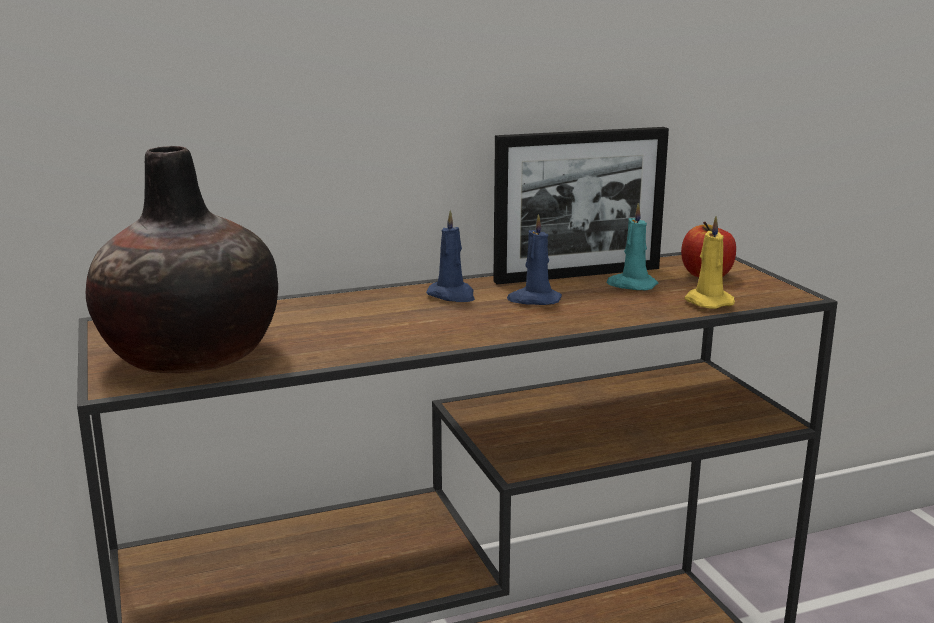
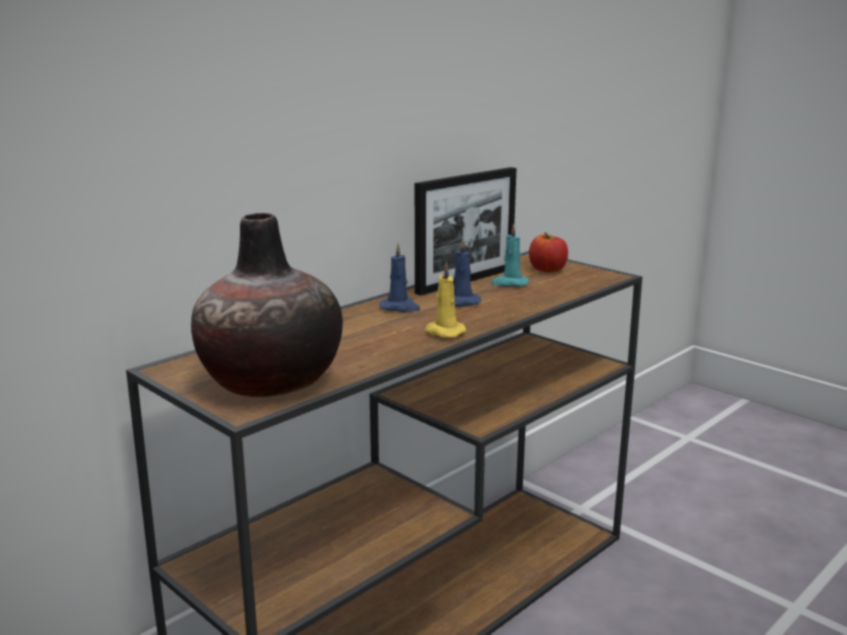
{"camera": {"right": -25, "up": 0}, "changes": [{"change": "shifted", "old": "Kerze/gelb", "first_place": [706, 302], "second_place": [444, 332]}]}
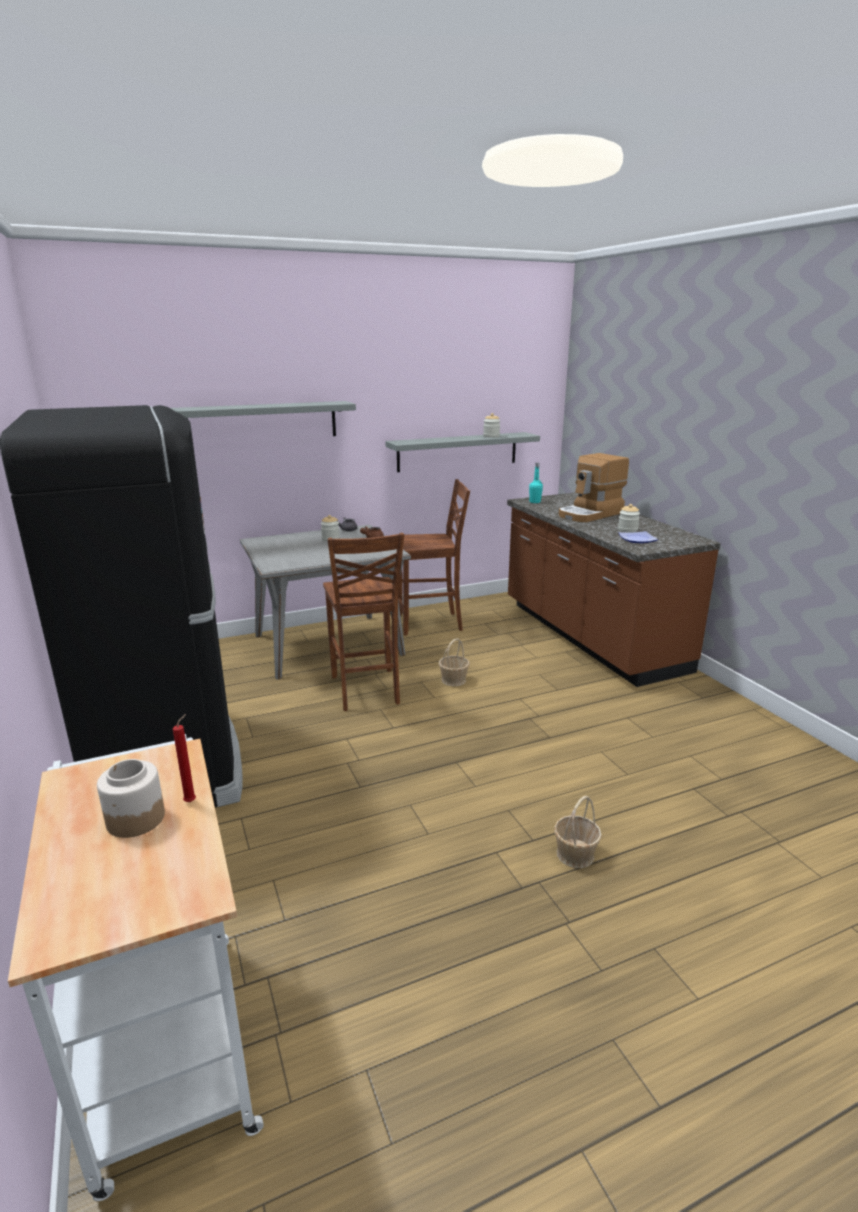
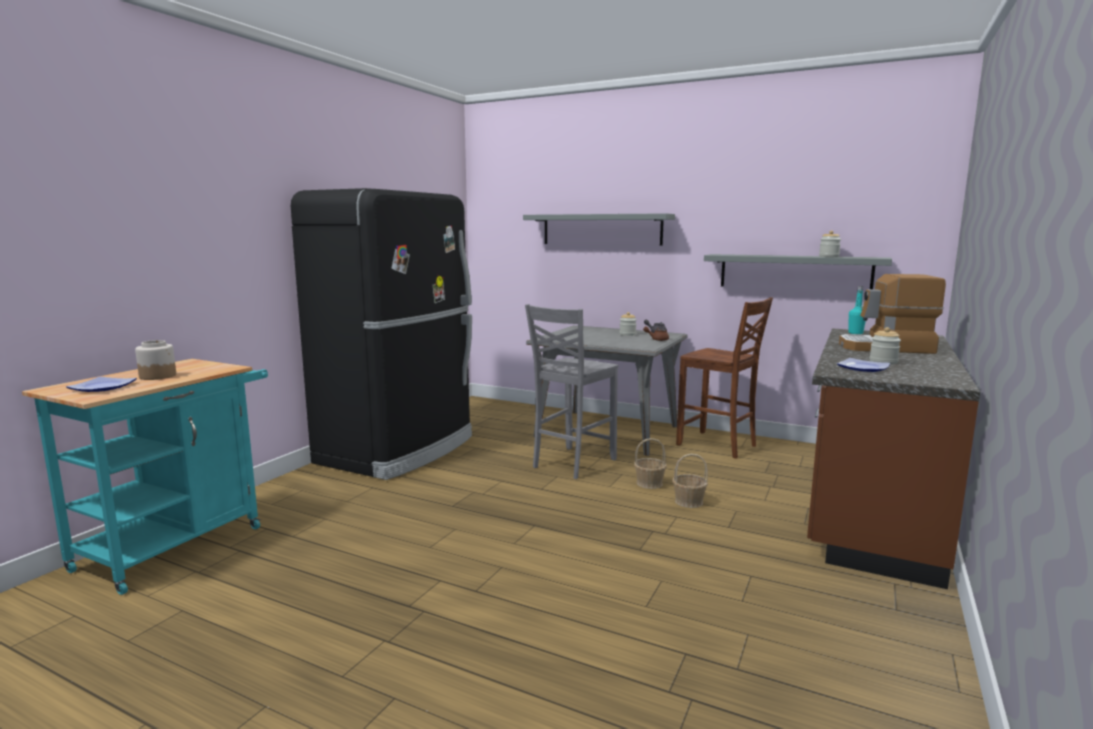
{"camera": {"right": 50, "up": -10}, "changes": [{"change": "gone", "old": "Kerze/rot", "first_place": [192, 801]}, {"change": "new", "new": "Teller", "second_place": [104, 387]}, {"change": "shifted", "old": "Korb", "first_place": [574, 854], "second_place": [688, 501]}, {"change": "repainted", "old": "Rollwagen/weiß", "new": "Rollwagen/türkis", "first_place": [169, 1035], "second_place": [179, 543]}, {"change": "repainted", "old": "Stuhl/braun", "new": "Stuhl/grau", "first_place": [366, 691], "second_place": [571, 463]}]}
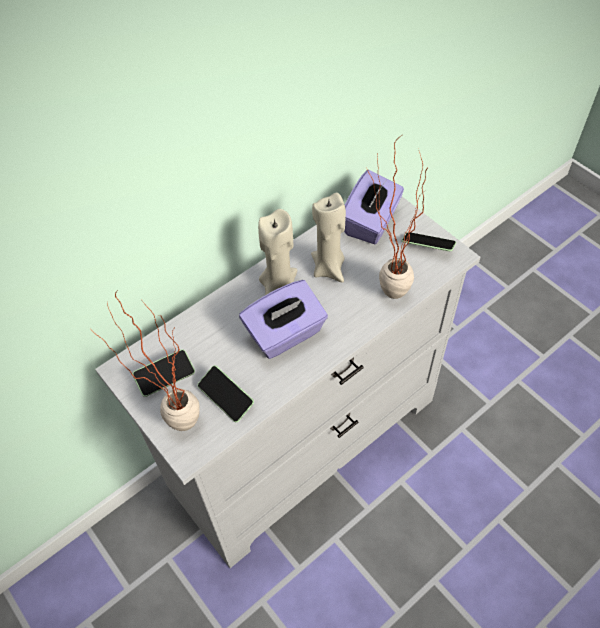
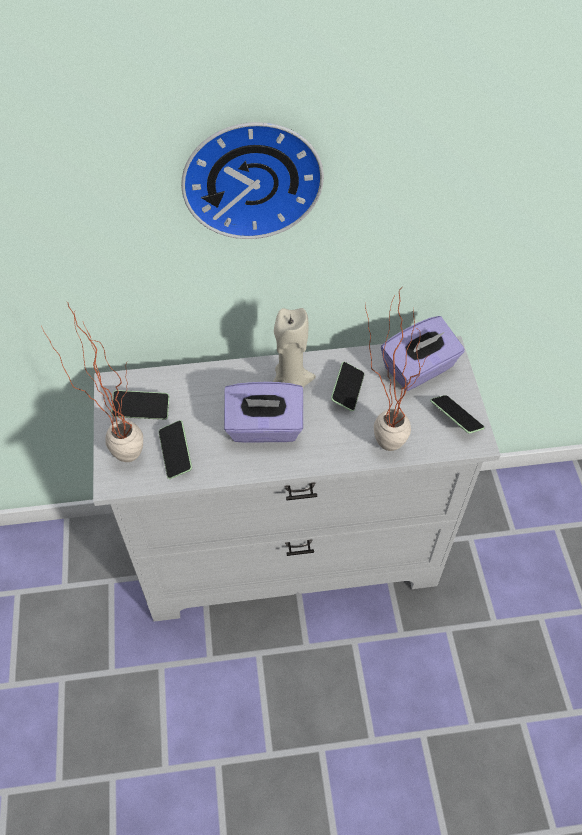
{"camera": {"right": 30, "up": 0}, "changes": [{"change": "new", "new": "Wanduhr", "second_place": [251, 176]}, {"change": "swapped", "old": "Kerze/beige", "new": "Handy", "first_place": [329, 268], "second_place": [347, 391]}]}
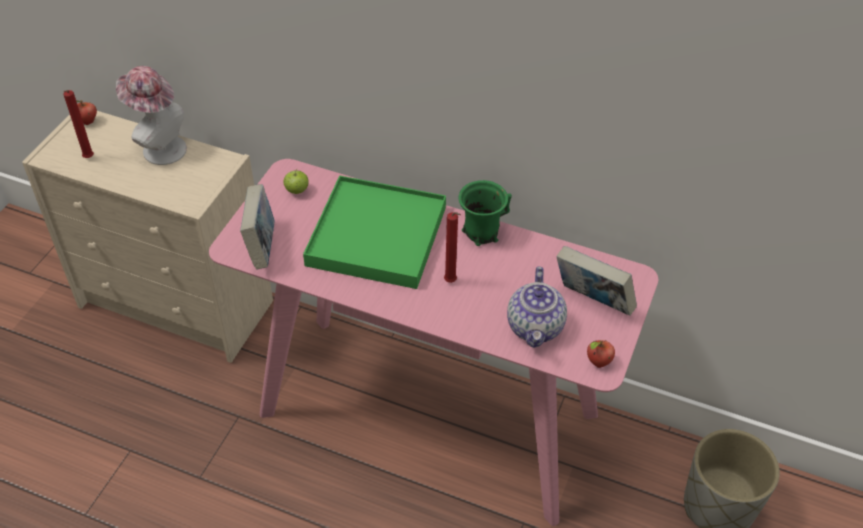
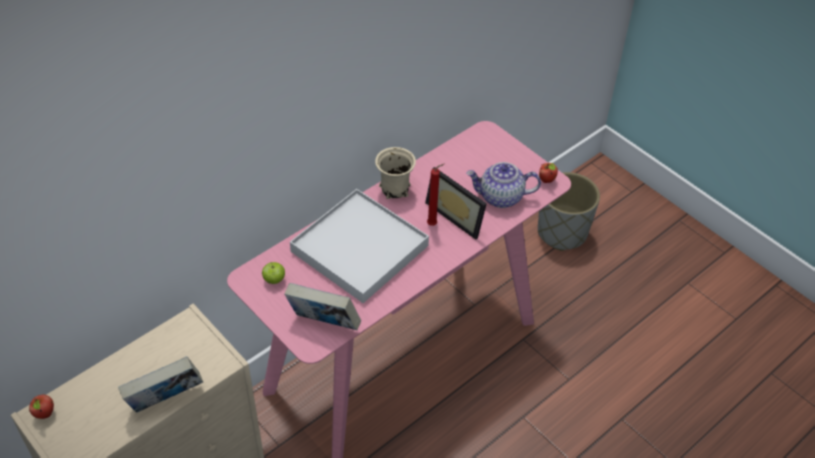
{"camera": {"right": -65, "up": 0}, "changes": [{"change": "gone", "old": "Kerze/rot", "first_place": [88, 159]}, {"change": "gone", "old": "Hut", "first_place": [159, 148]}, {"change": "new", "new": "Bilderrahmen", "second_place": [458, 214]}, {"change": "shifted", "old": "Buch", "first_place": [592, 301], "second_place": [166, 401]}, {"change": "repainted", "old": "Tablett/grün", "new": "Tablett/weiß", "first_place": [376, 236], "second_place": [359, 248]}, {"change": "repainted", "old": "Henkelbecher/grün", "new": "Henkelbecher/beige", "first_place": [481, 231], "second_place": [394, 189]}, {"change": "rotated", "old": "Teekanne", "first_place": [536, 327], "second_place": [500, 197], "degrees": 150}]}
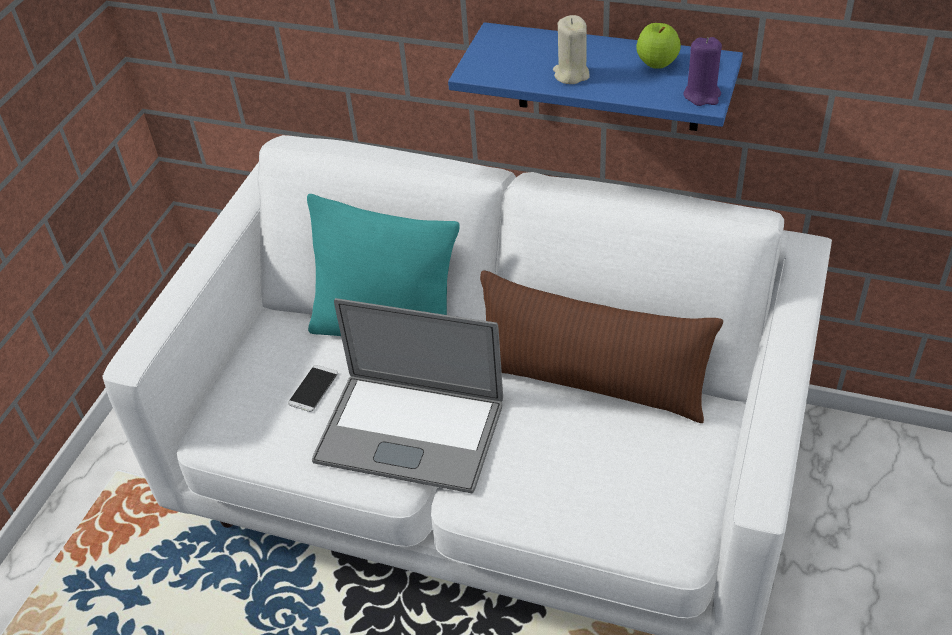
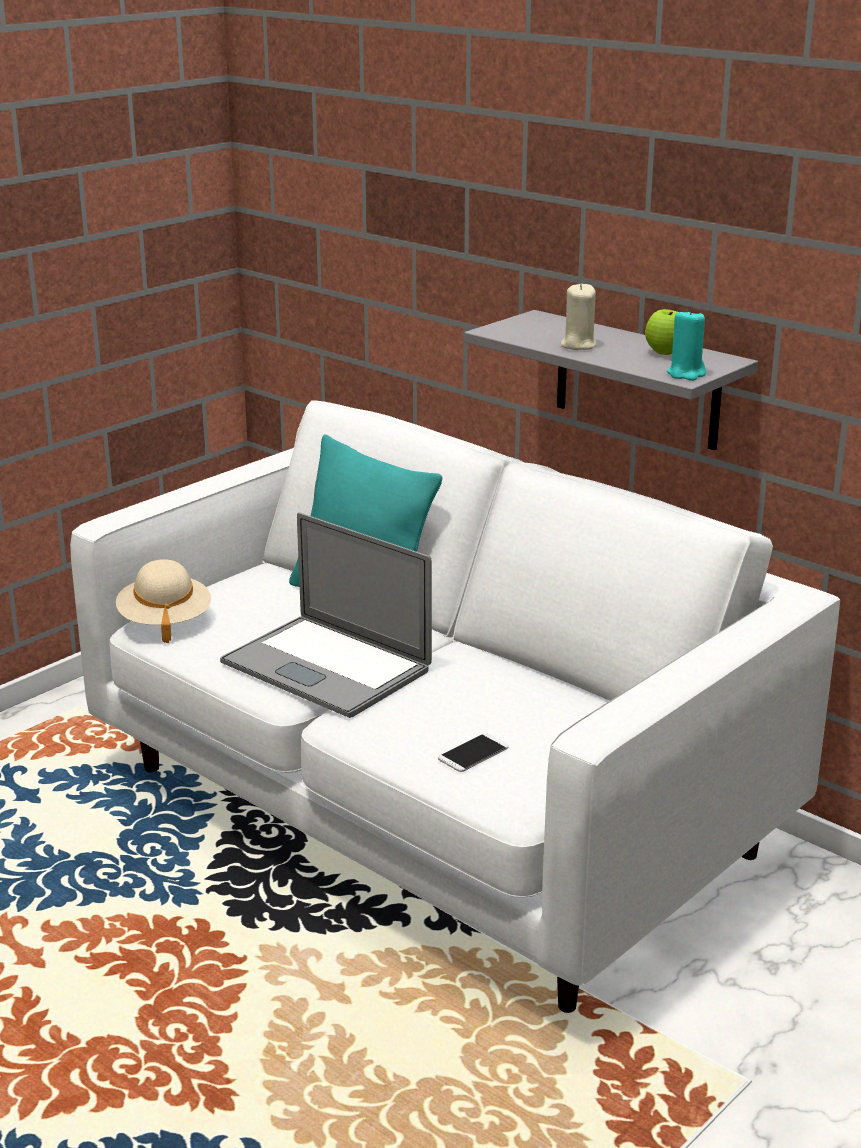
{"camera": {"right": 20, "up": -20}, "changes": [{"change": "gone", "old": "Kissen/braun", "first_place": [591, 383]}, {"change": "new", "new": "Hut/beige", "second_place": [165, 621]}, {"change": "shifted", "old": "Handy", "first_place": [313, 389], "second_place": [473, 754]}, {"change": "repainted", "old": "Wandregal/blau", "new": "Wandregal/grau", "first_place": [608, 77], "second_place": [637, 380]}, {"change": "repainted", "old": "Kerze/lila", "new": "Kerze/türkis", "first_place": [702, 95], "second_place": [686, 374]}]}
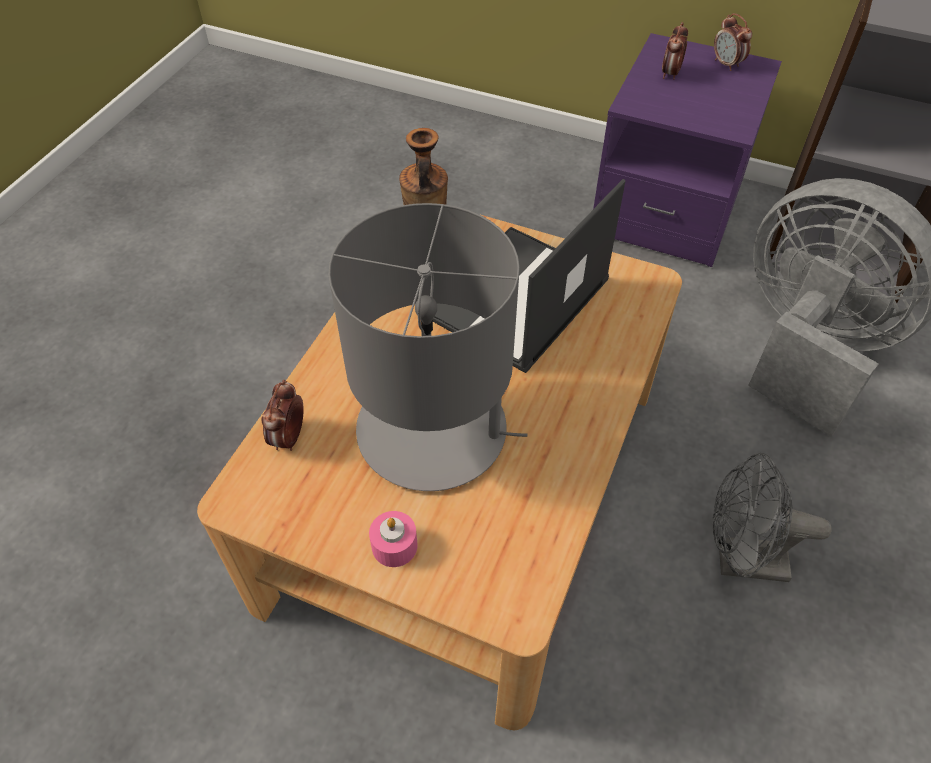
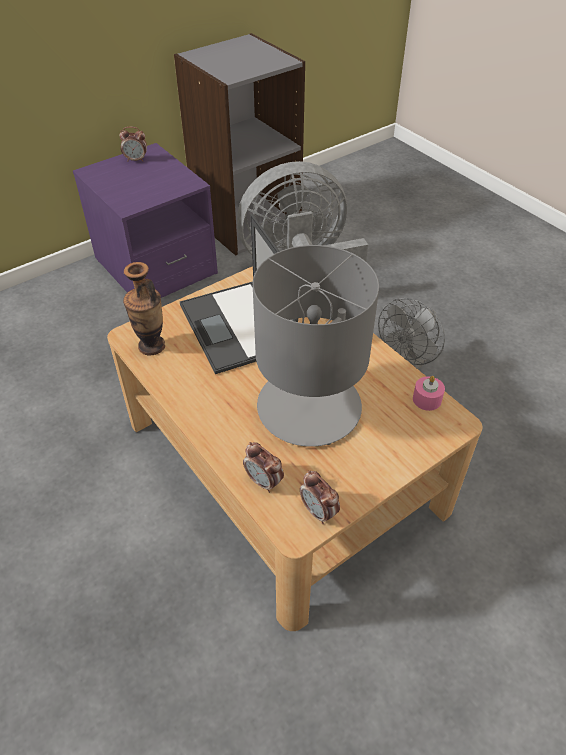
{"camera": {"right": -60, "up": -5}, "changes": [{"change": "shifted", "old": "Kerze/rosa", "first_place": [394, 546], "second_place": [427, 399]}, {"change": "shifted", "old": "Wecker", "first_place": [670, 74], "second_place": [318, 512]}]}
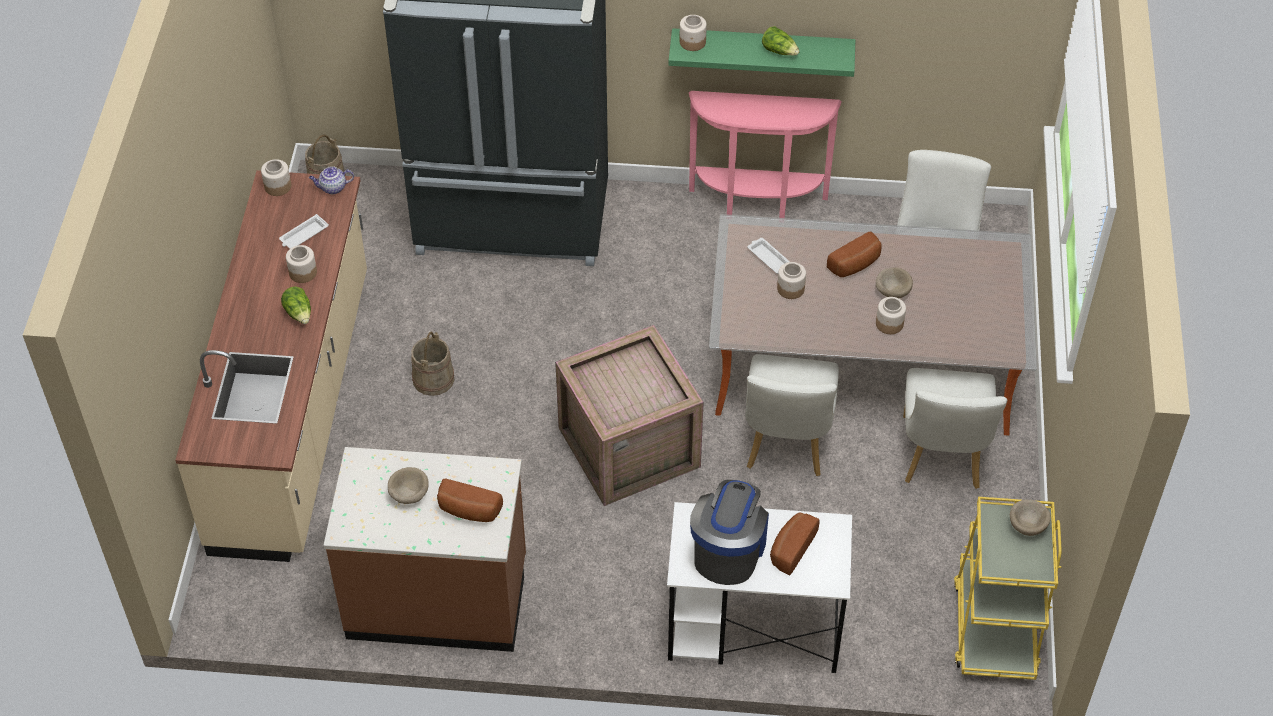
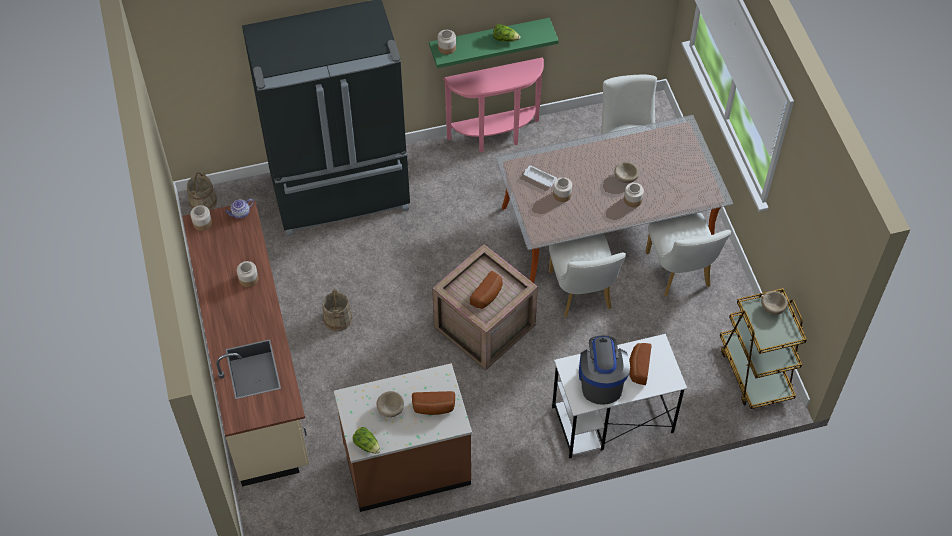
{"camera": {"right": -20, "up": 5}, "changes": [{"change": "gone", "old": "Tablett/weiß", "first_place": [303, 235]}, {"change": "shifted", "old": "Salatkopf", "first_place": [299, 313], "second_place": [367, 444]}, {"change": "shifted", "old": "Brot", "first_place": [856, 265], "second_place": [488, 296]}, {"change": "repainted", "old": "Rollwagen/gelb", "new": "Rollwagen/braun", "first_place": [995, 626], "second_place": [755, 372]}]}
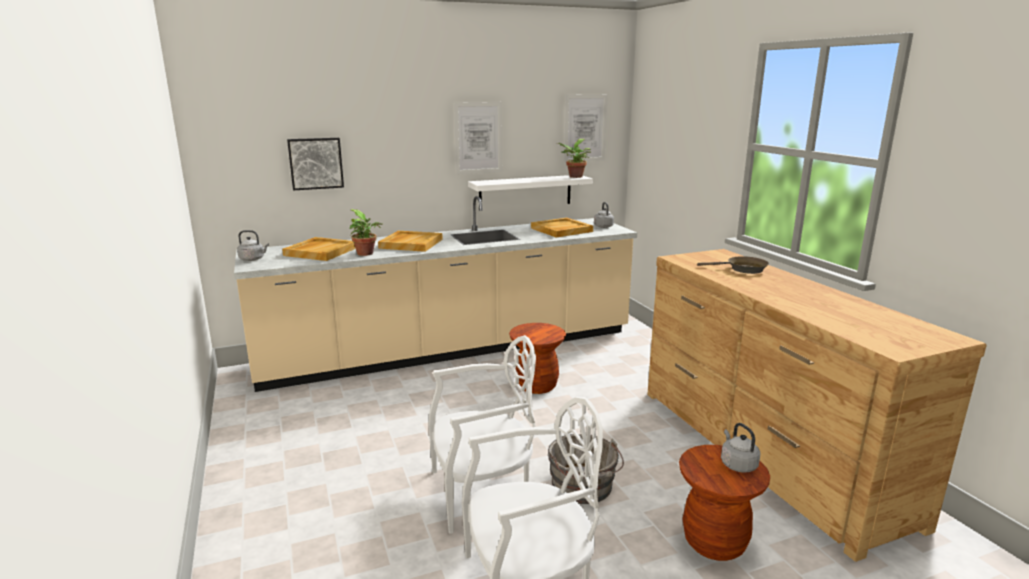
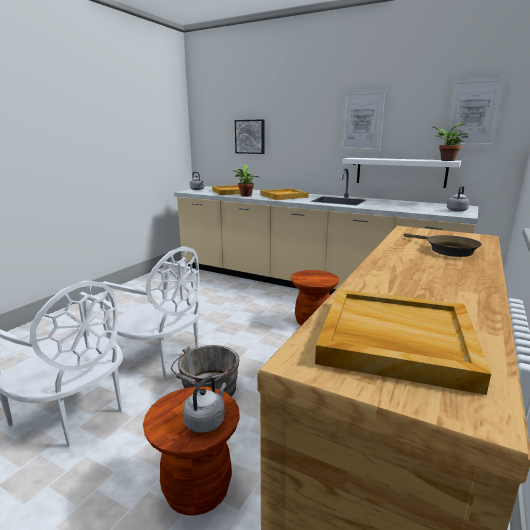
{"camera": {"right": 50, "up": 0}, "changes": [{"change": "shifted", "old": "Tablett/beige", "first_place": [561, 230], "second_place": [394, 340]}]}
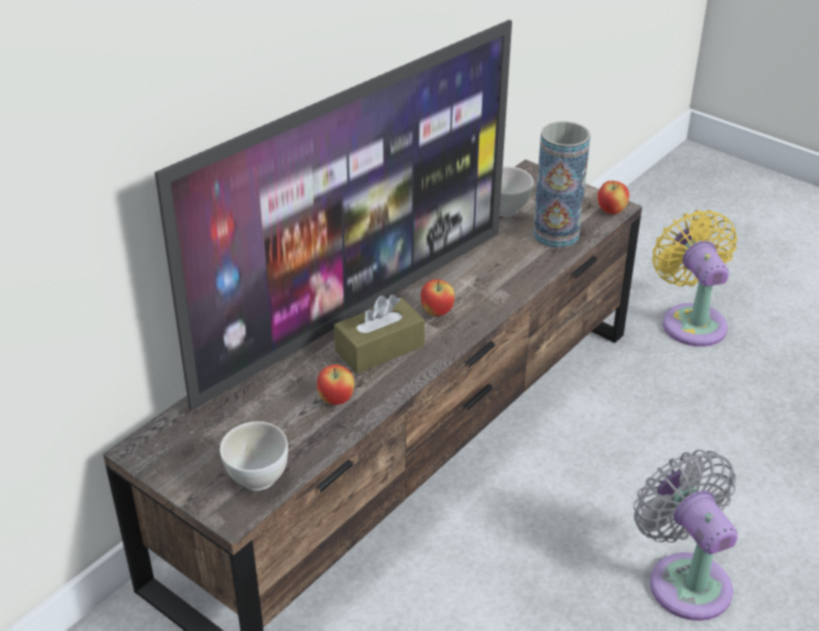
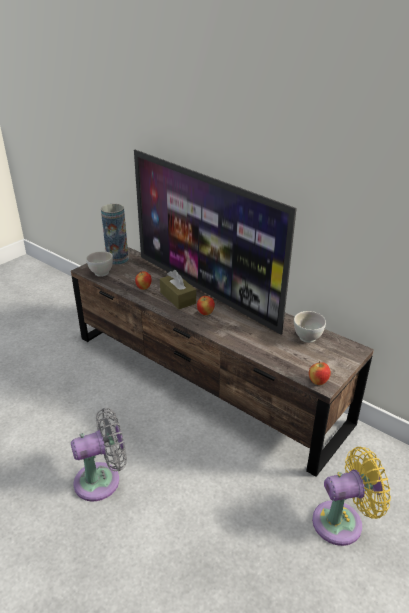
{"camera": {"right": 90, "up": -5}, "changes": [{"change": "shifted", "old": "Vase", "first_place": [556, 234], "second_place": [117, 259]}]}
